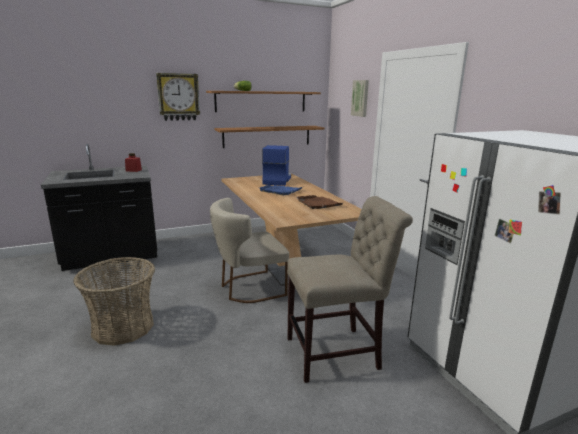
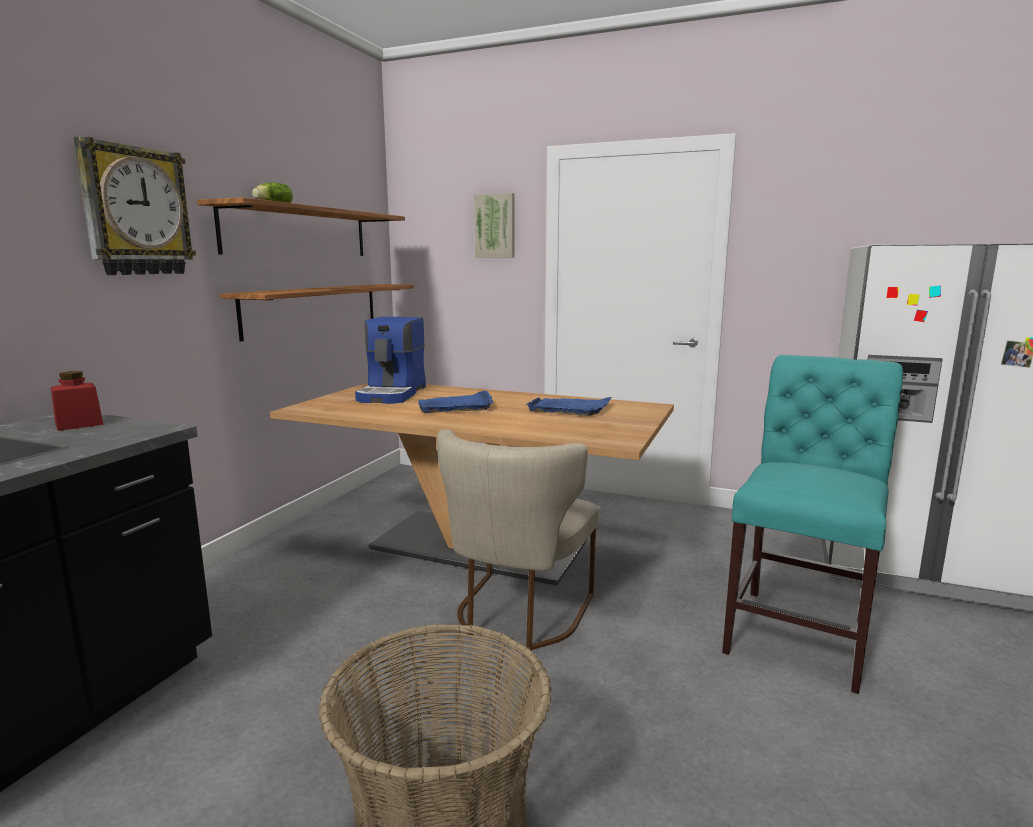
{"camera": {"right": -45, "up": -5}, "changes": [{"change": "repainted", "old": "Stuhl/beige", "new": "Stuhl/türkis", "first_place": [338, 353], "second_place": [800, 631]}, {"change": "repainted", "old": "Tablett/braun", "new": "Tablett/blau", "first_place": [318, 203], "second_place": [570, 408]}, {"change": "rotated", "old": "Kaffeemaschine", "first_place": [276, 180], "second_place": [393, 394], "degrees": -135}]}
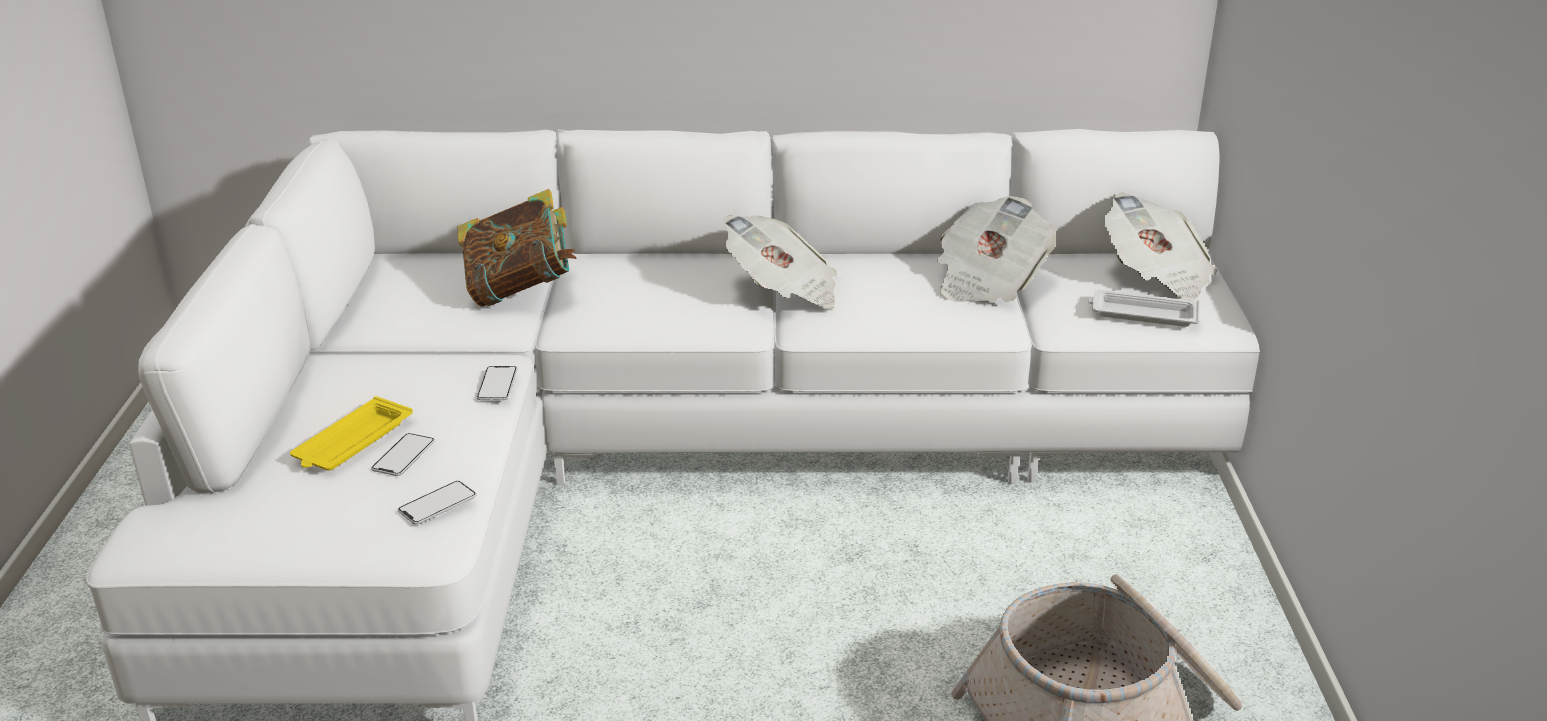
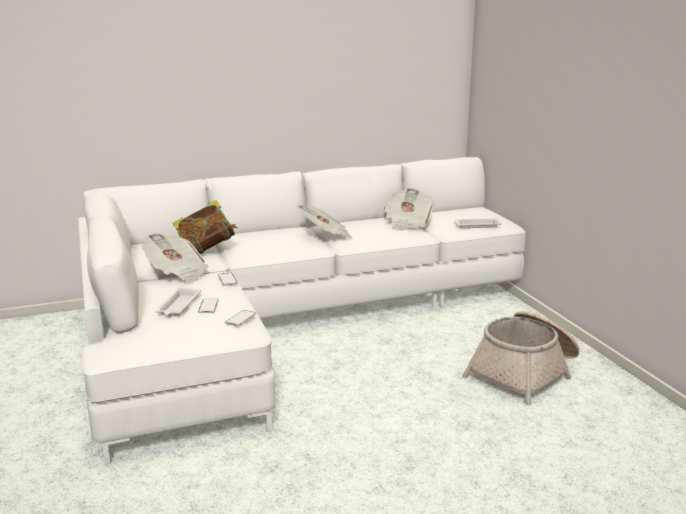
{"camera": {"right": -20, "up": -10}, "changes": [{"change": "shifted", "old": "Zeitung", "first_place": [1156, 275], "second_place": [177, 273]}, {"change": "repainted", "old": "Tablett/gelb", "new": "Tablett/weiß", "first_place": [352, 443], "second_place": [179, 306]}]}
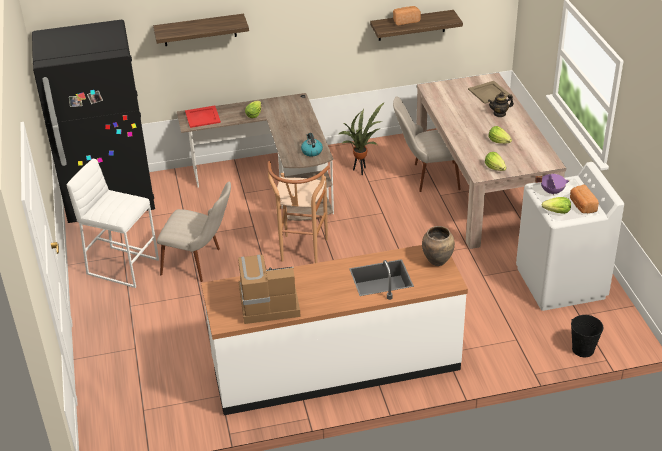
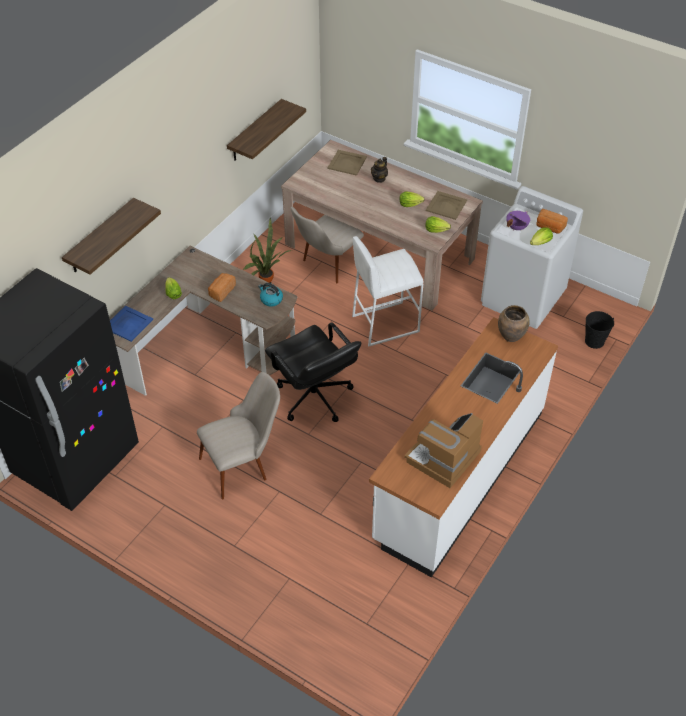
{"camera": {"right": -45, "up": 10}, "changes": [{"change": "new", "new": "Tablett/beige", "second_place": [446, 206]}, {"change": "shifted", "old": "Hocker/weiß", "first_place": [122, 266], "second_place": [384, 323]}, {"change": "shifted", "old": "Brot", "first_place": [405, 21], "second_place": [221, 291]}, {"change": "swapped", "old": "Hocker/braun", "new": "Bürostuhl/schwarz", "first_place": [301, 253], "second_place": [314, 398]}, {"change": "repainted", "old": "Tablett/rot", "new": "Tablett/blau", "first_place": [203, 117], "second_place": [128, 323]}]}
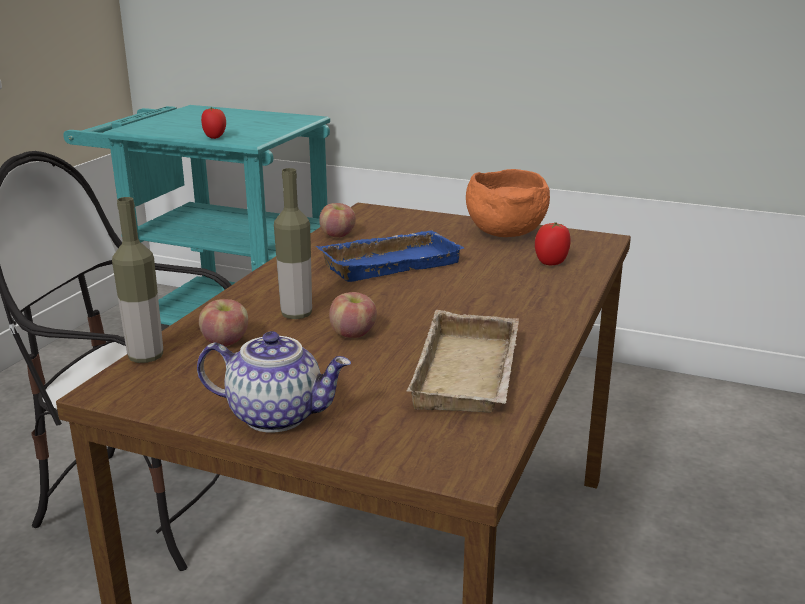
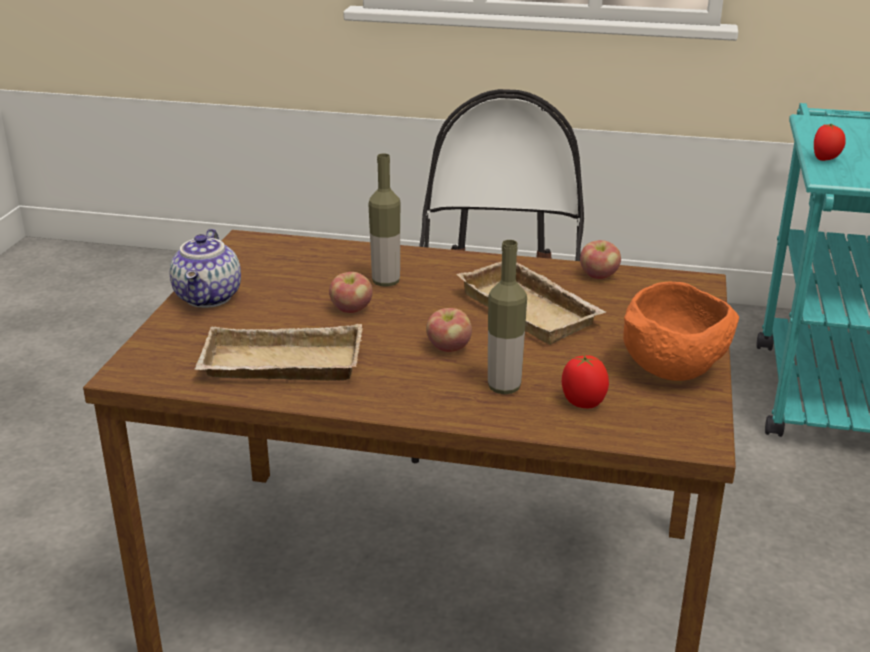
{"camera": {"right": 80, "up": 5}, "changes": [{"change": "shifted", "old": "Flasche", "first_place": [146, 357], "second_place": [504, 387]}, {"change": "shifted", "old": "Apfel", "first_place": [226, 342], "second_place": [449, 348]}, {"change": "repainted", "old": "Tablett/blau", "new": "Tablett/beige", "first_place": [390, 262], "second_place": [532, 309]}]}
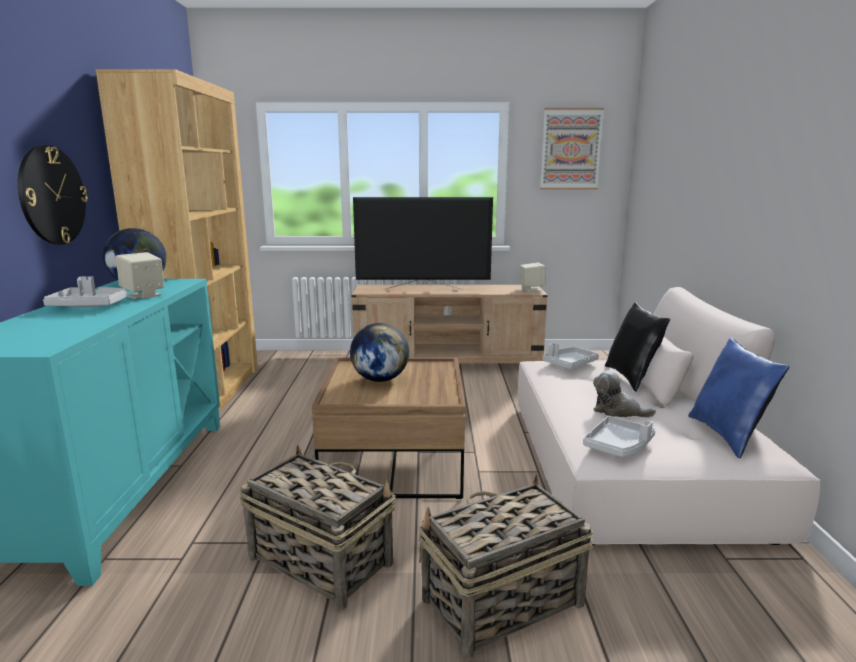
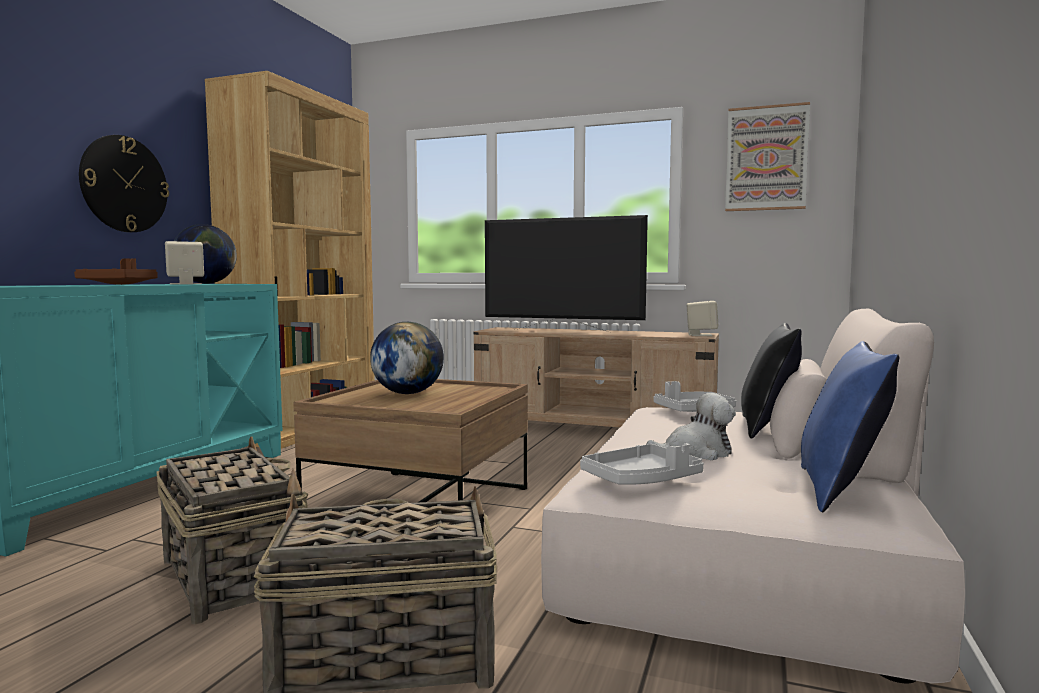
{"camera": {"right": 20, "up": -10}, "changes": [{"change": "repainted", "old": "Tablett/grau", "new": "Tablett/braun", "first_place": [89, 306], "second_place": [120, 284]}, {"change": "rotated", "old": "Plüschtier", "first_place": [617, 411], "second_place": [696, 453], "degrees": 120}]}
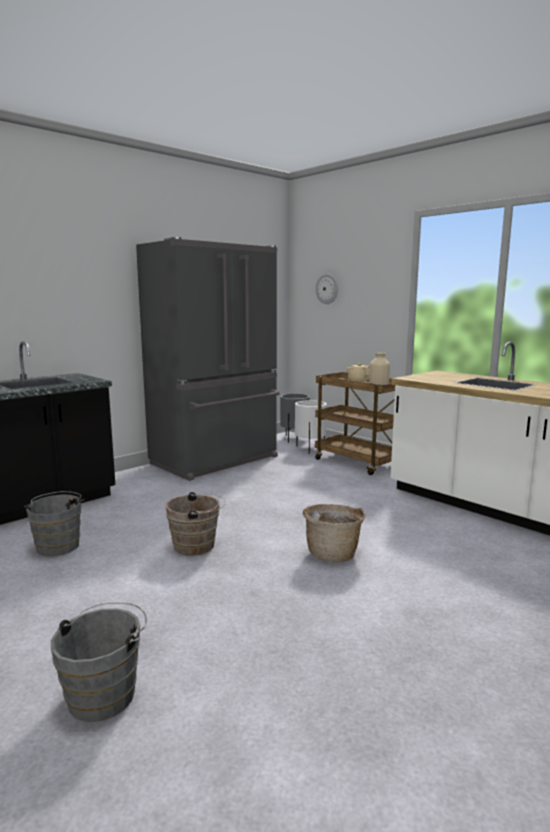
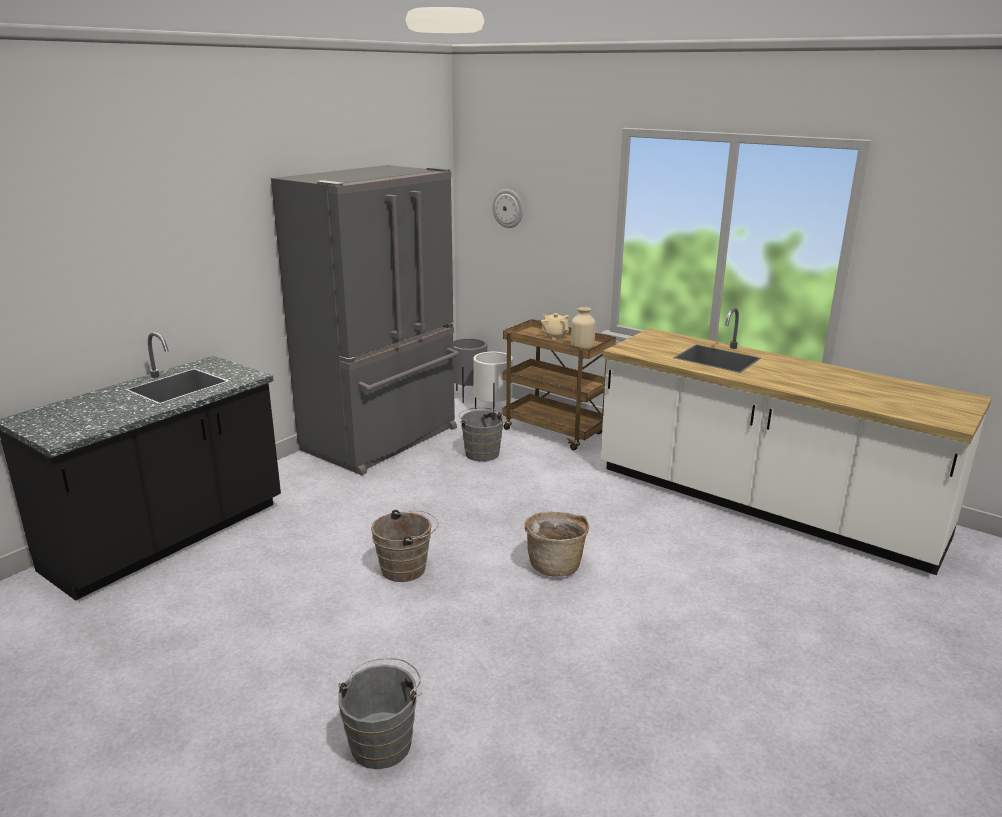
{"camera": {"right": -10, "up": 10}, "changes": [{"change": "shifted", "old": "Eimer/grau", "first_place": [59, 545], "second_place": [481, 452]}]}
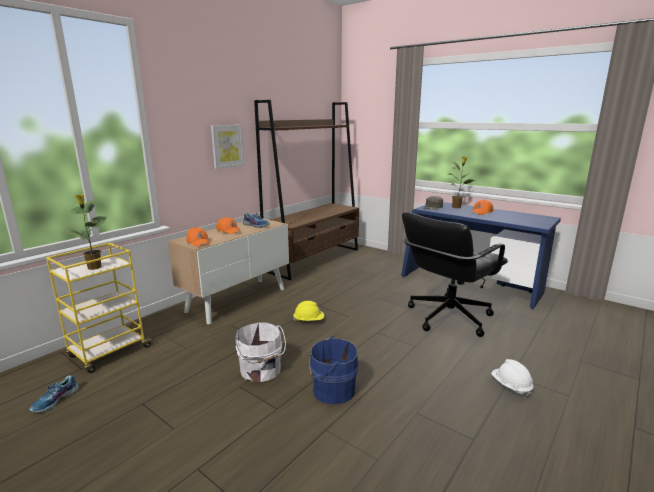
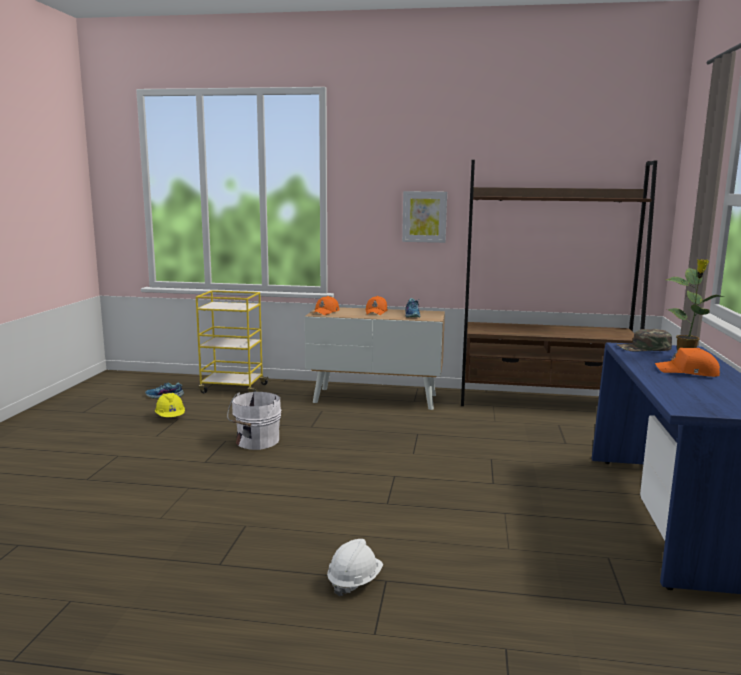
{"camera": {"right": 60, "up": -5}, "changes": [{"change": "gone", "old": "Topfpflanze", "first_place": [94, 267]}, {"change": "gone", "old": "Eimer/blau", "first_place": [331, 390]}, {"change": "gone", "old": "Bürostuhl/schwarz", "first_place": [448, 317]}, {"change": "shifted", "old": "Schutzhelm/gelb", "first_place": [309, 320], "second_place": [170, 417]}]}
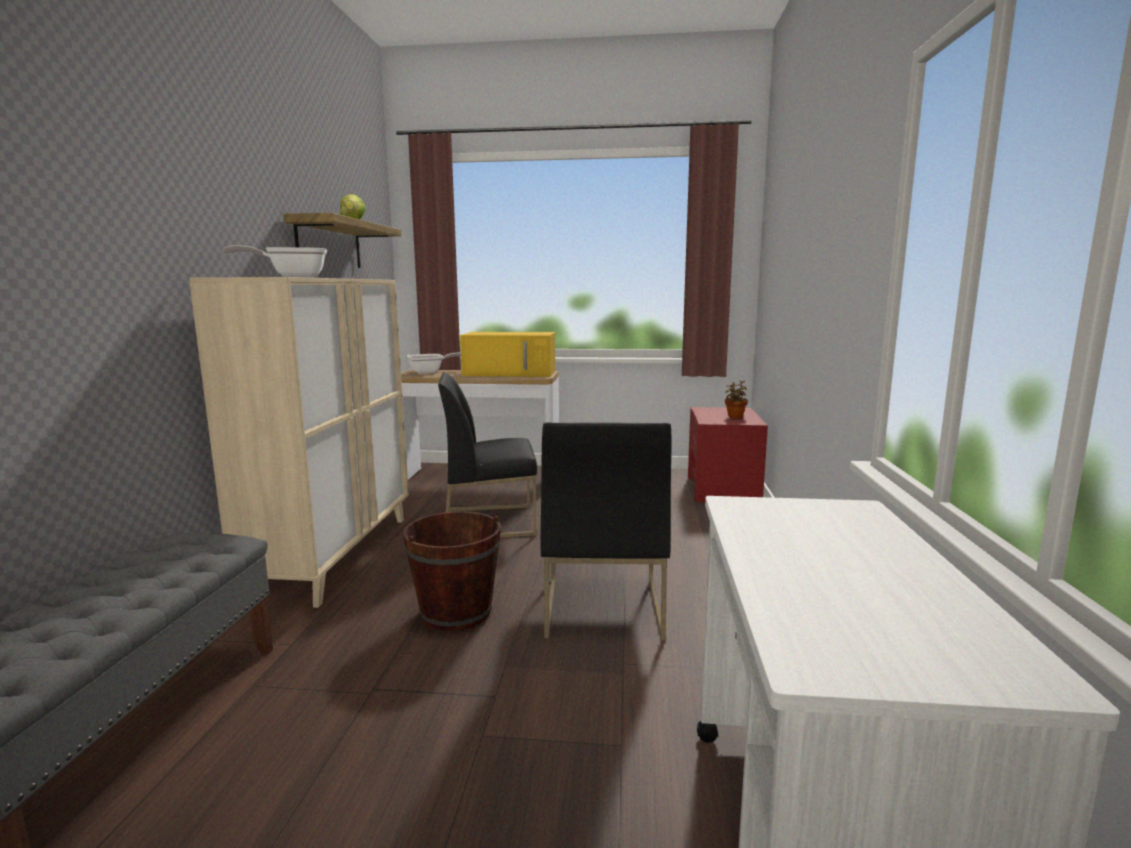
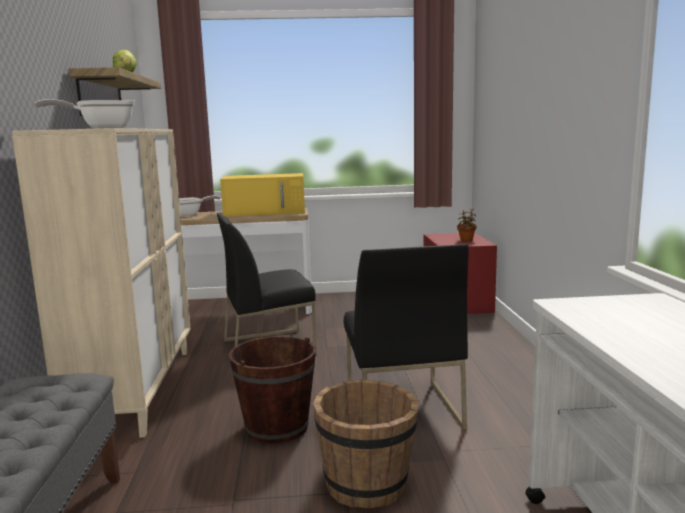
{"camera": {"right": -10, "up": 0}, "changes": [{"change": "new", "new": "Eimer/braun", "second_place": [367, 484]}]}
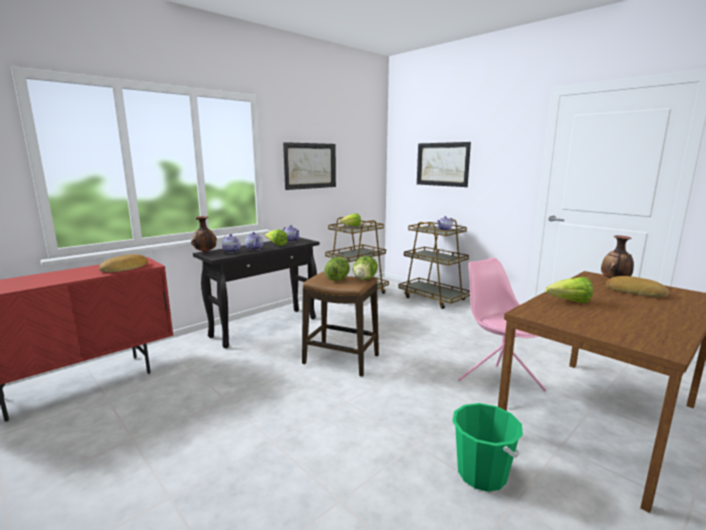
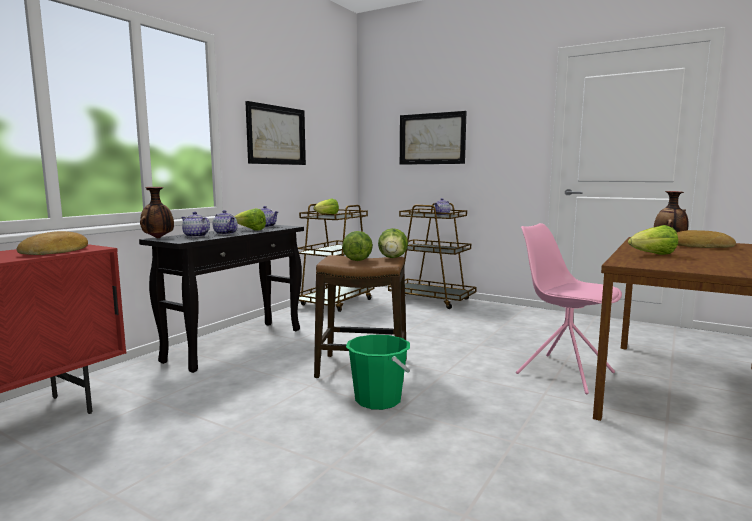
{"camera": {"right": -15, "up": -5}, "changes": [{"change": "shifted", "old": "Eimer/grün", "first_place": [482, 474], "second_place": [378, 400]}]}
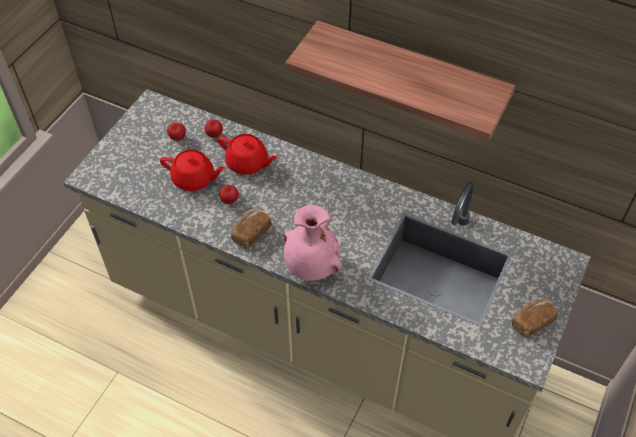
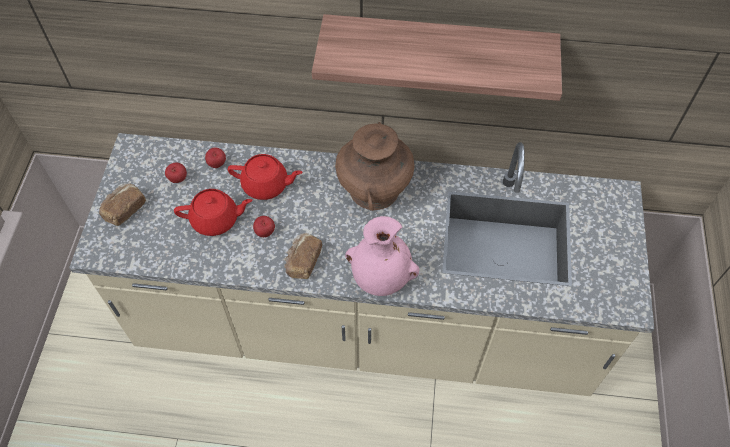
{"camera": {"right": -20, "up": 5}, "changes": [{"change": "new", "new": "Vase/braun", "second_place": [374, 189]}, {"change": "shifted", "old": "Brot", "first_place": [531, 321], "second_place": [124, 210]}]}
